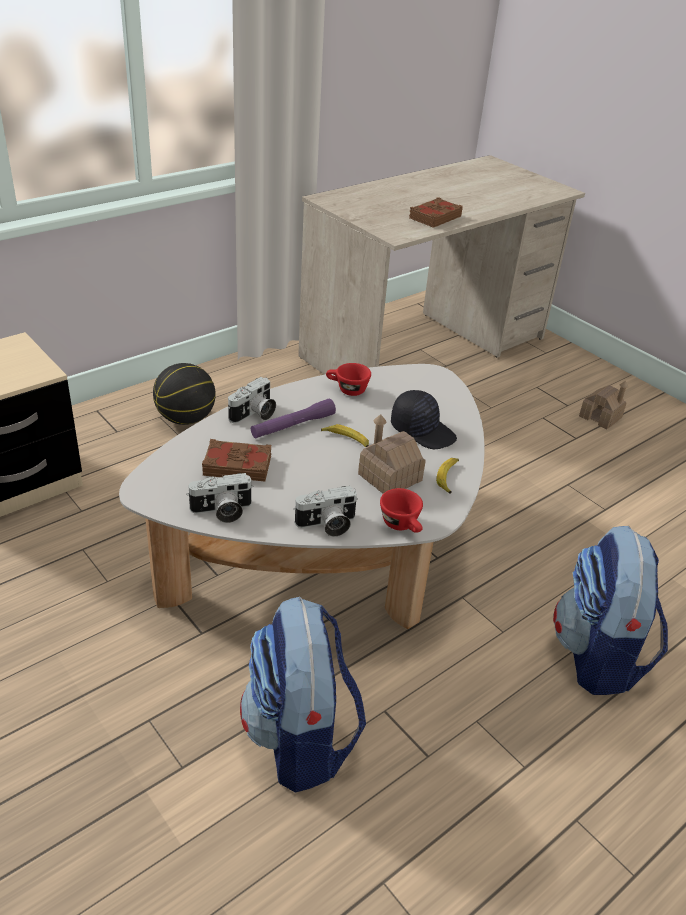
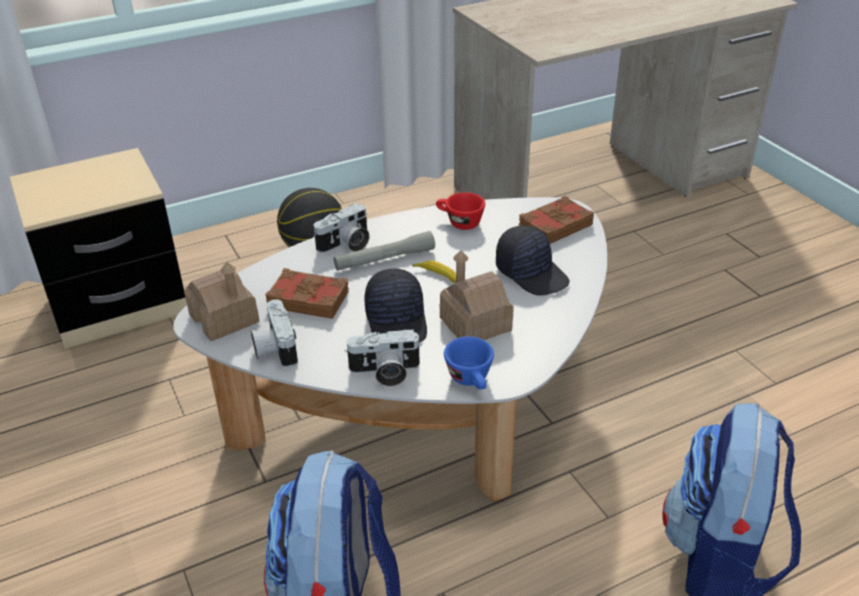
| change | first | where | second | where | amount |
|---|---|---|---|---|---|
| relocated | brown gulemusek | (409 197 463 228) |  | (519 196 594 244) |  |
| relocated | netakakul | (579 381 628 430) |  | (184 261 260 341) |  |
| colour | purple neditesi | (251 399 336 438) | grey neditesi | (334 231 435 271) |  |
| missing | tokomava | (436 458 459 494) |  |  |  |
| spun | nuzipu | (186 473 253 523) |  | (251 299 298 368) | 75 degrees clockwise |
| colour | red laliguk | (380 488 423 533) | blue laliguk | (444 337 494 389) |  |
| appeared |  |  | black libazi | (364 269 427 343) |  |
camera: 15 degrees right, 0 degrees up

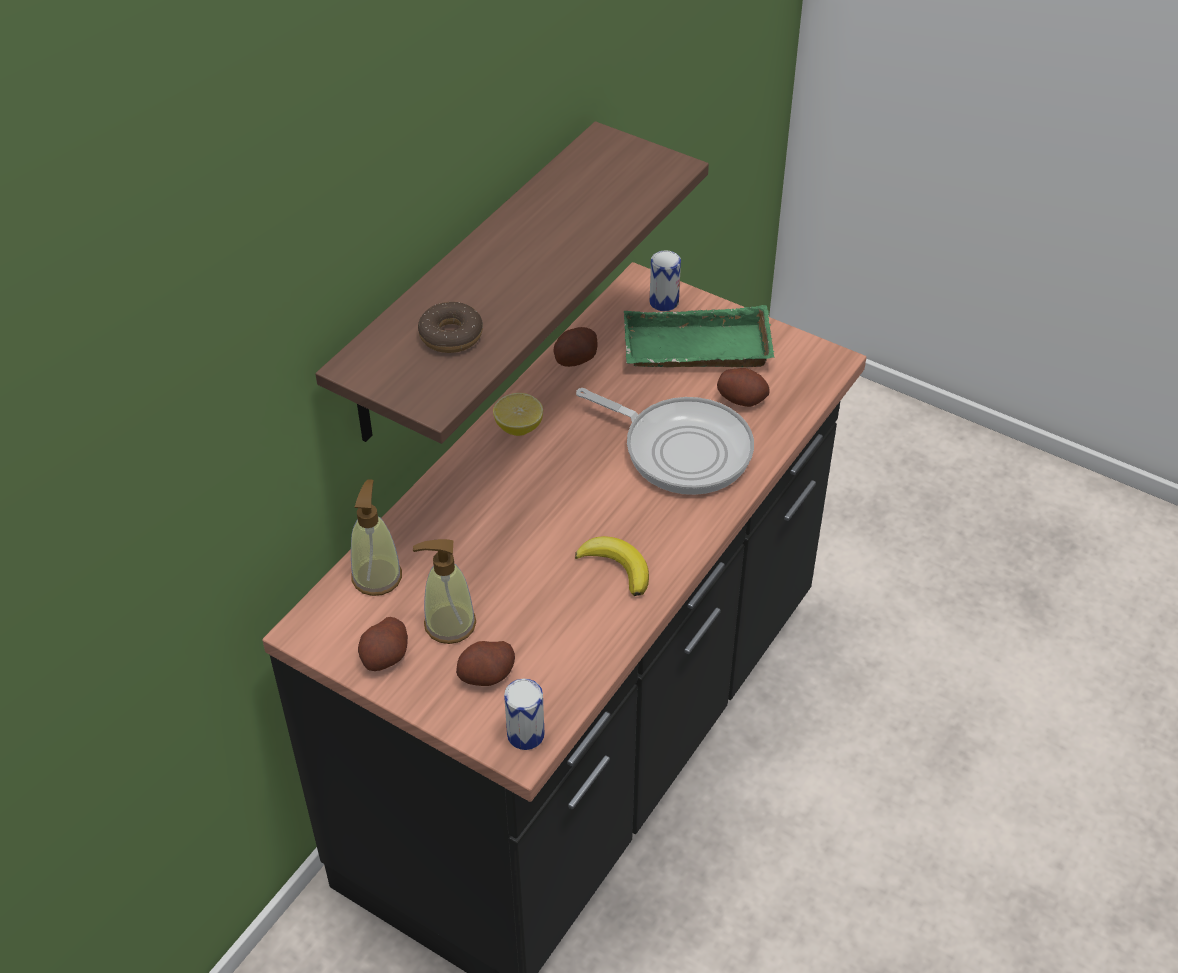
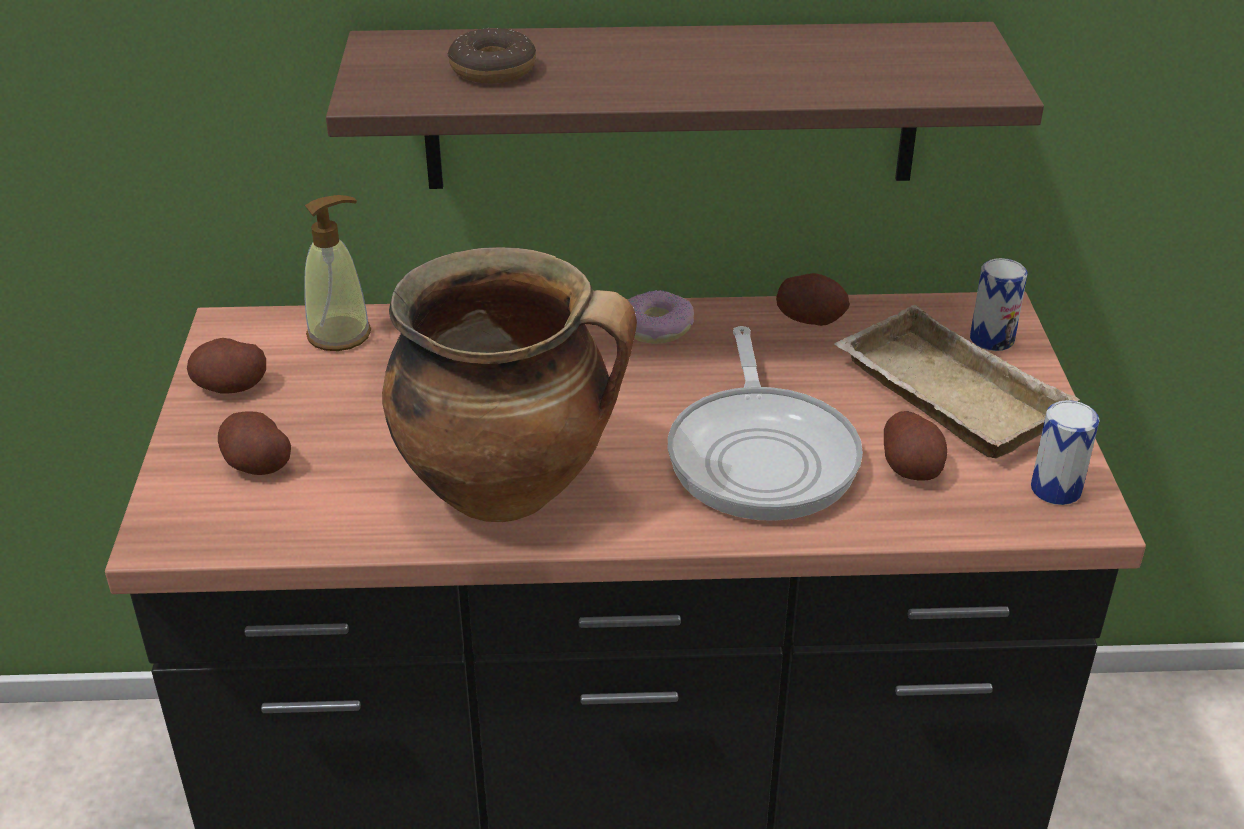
| change | first | where | second | where | amount |
|---|---|---|---|---|---|
| colour | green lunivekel | (624 305 774 367) | beige lunivekel | (834 305 1080 459) |  |
| exchanged | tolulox | (493 393 543 436) | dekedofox | (628 290 694 344) |  |
| exchanged | tokomava | (575 536 649 596) | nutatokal | (382 247 637 522) |  |
| missing | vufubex | (413 539 476 644) |  |  |  |
| relocated | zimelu | (504 679 544 750) |  | (1031 400 1100 505) |  |
camera: 55 degrees right, 10 degrees down

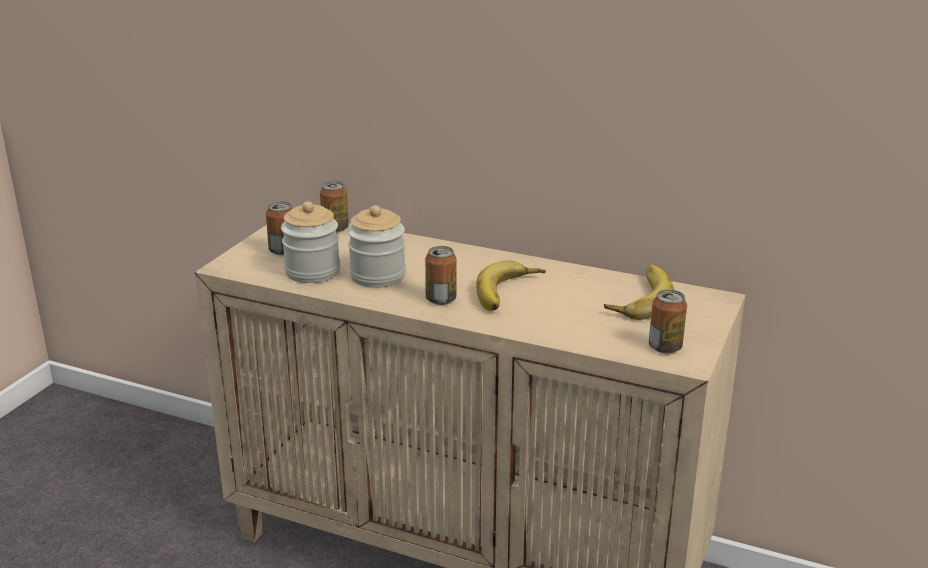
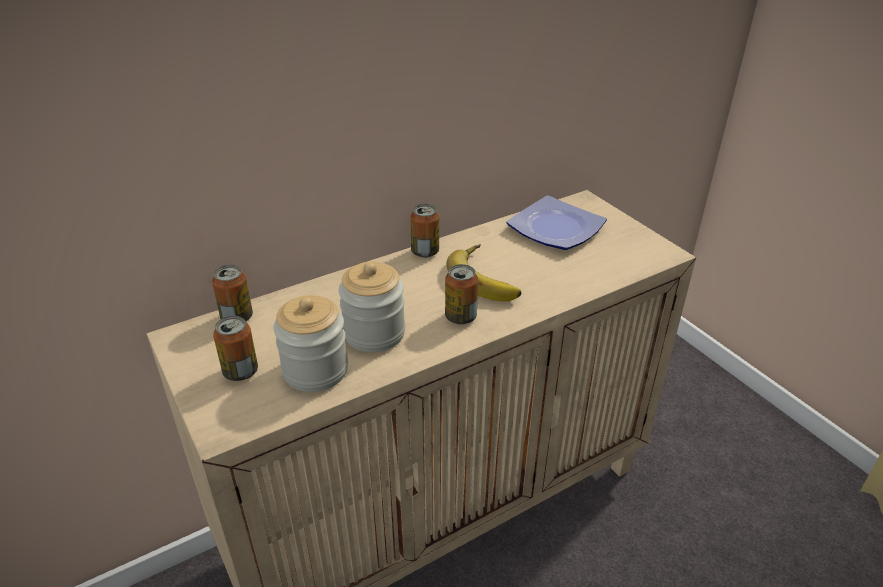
| change | first | where | second | where | amount |
|---|---|---|---|---|---|
| exchanged | tokomava | (604 265 674 320) | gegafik | (506 196 607 250) |  |
| relocated | zimelu | (649 289 687 354) |  | (410 204 439 258) |  |
camera: 55 degrees left, 10 degrees up

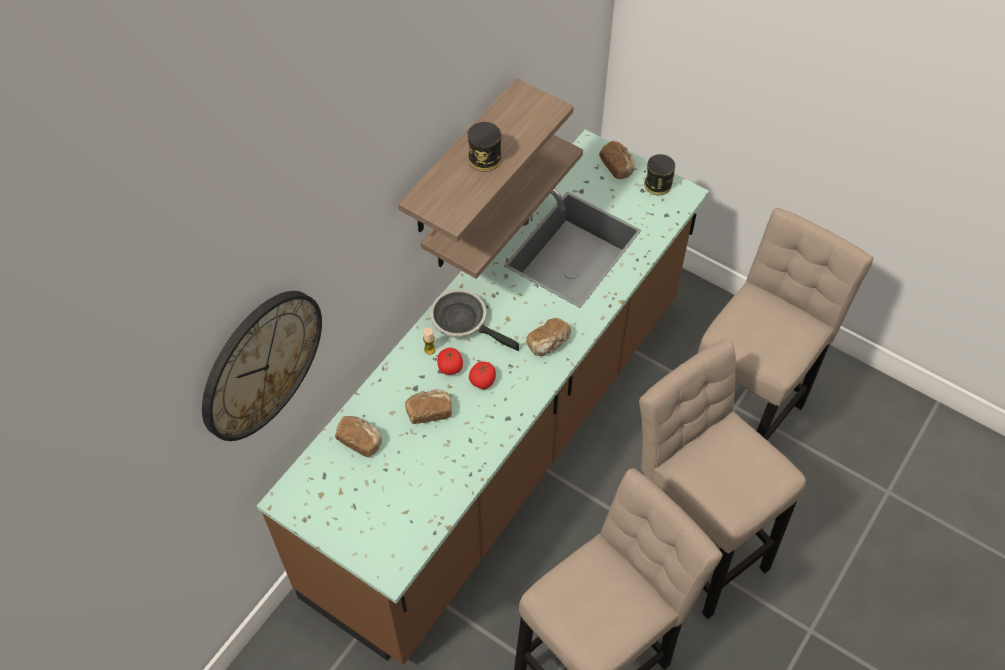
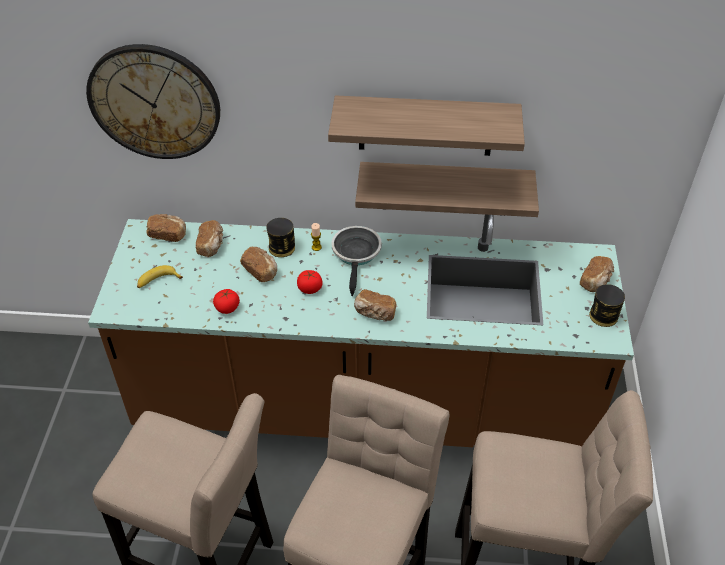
| change | first | where | second | where | amount |
|---|---|---|---|---|---|
| relocated | zimelu | (468 122 501 172) |  | (266 218 295 257) |  |
| relocated | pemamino | (437 348 463 375) |  | (213 289 240 314) |  |
| appeared |  |  | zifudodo | (146 214 186 242) |  |
| appeared |  |  | tokomava | (137 265 183 288) |  |
camera: 60 degrees right, 10 degrees down

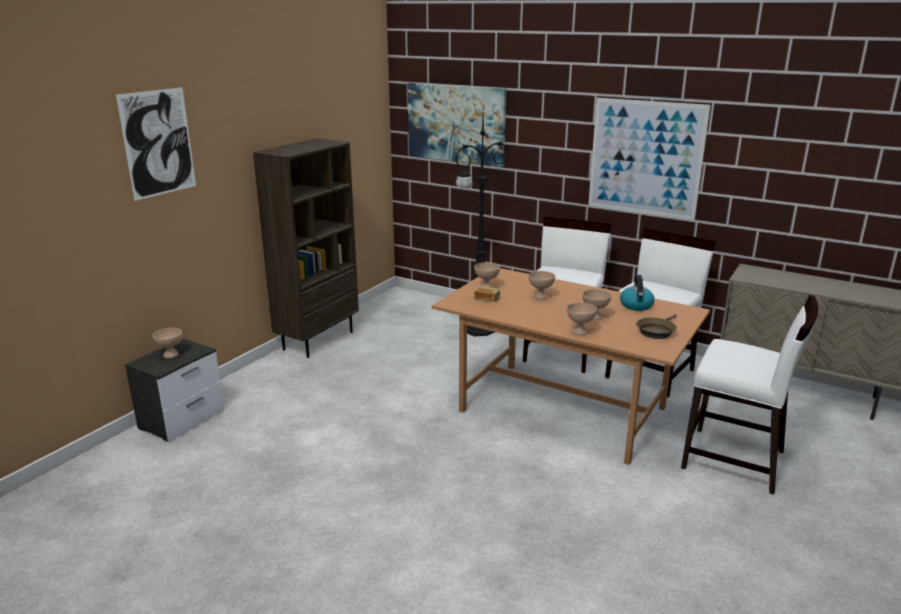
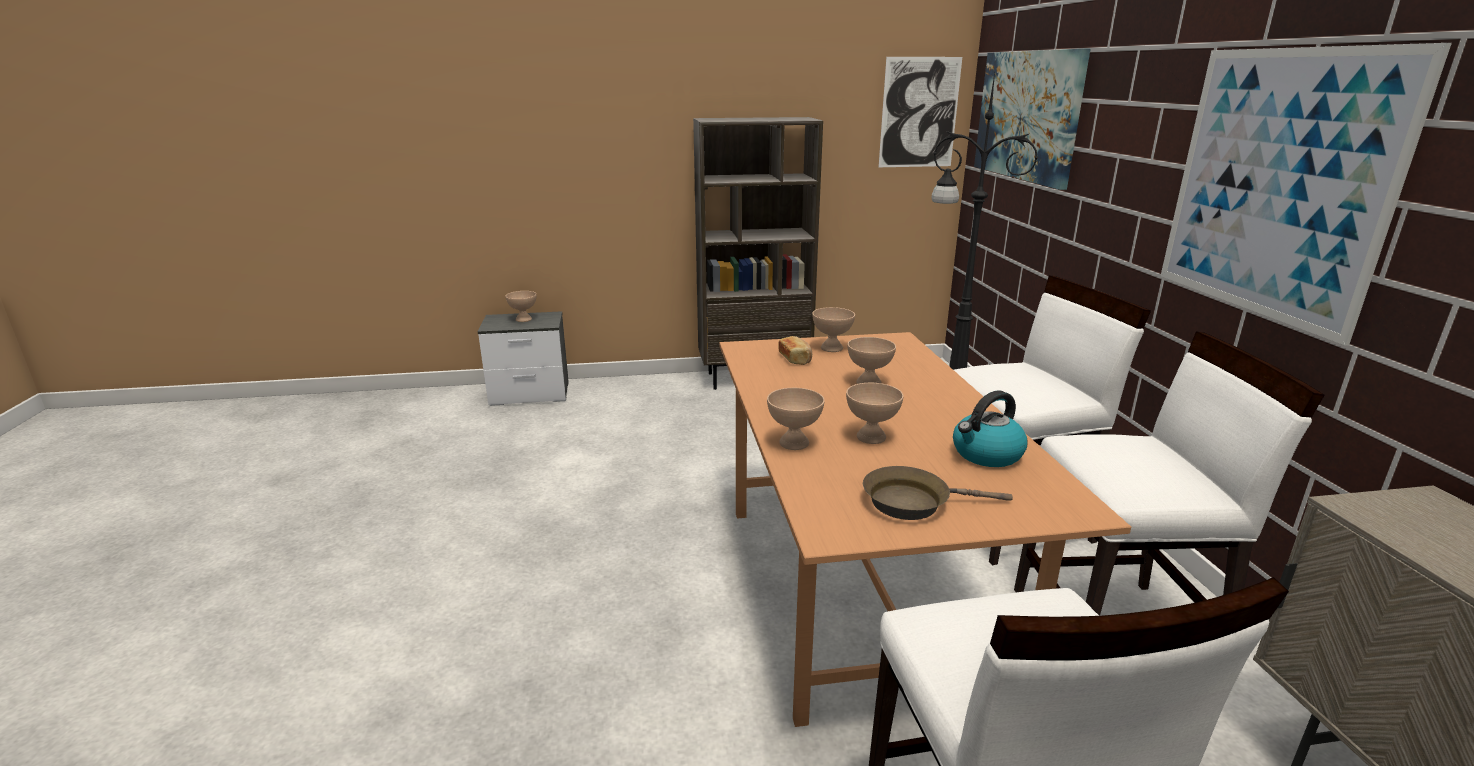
| change | first | where | second | where | amount |
|---|---|---|---|---|---|
| relocated | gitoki | (116 87 196 201) |  | (879 57 962 167) |  |
camera: 50 degrees right, 0 degrees up

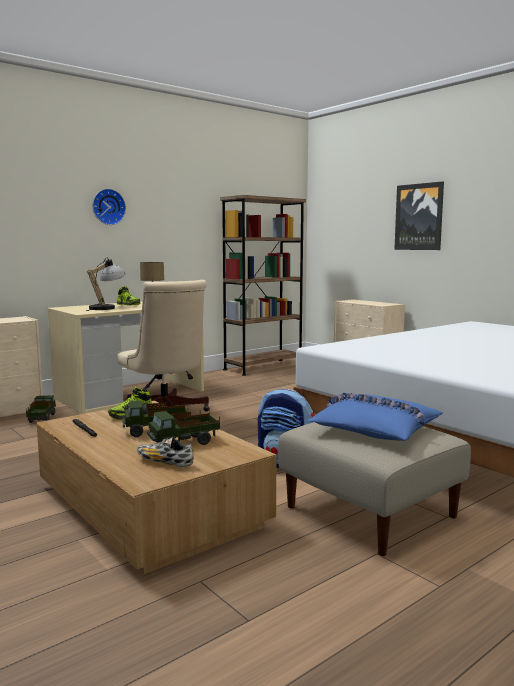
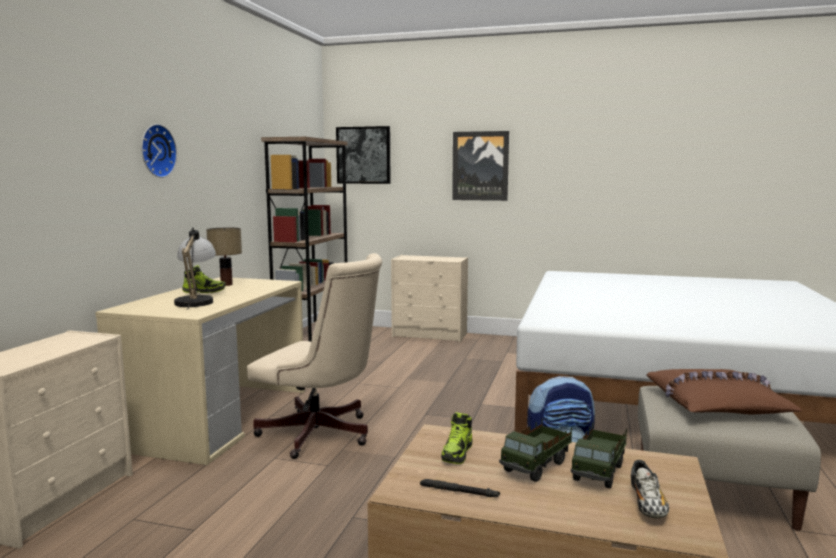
| change | first | where | second | where | amount |
|---|---|---|---|---|---|
| colour | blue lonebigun | (308 393 443 441) | brown lonebigun | (647 369 802 414) |  |
| missing | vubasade | (26 395 56 423) |  |  |  |
| spun | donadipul | (137 437 194 467) |  | (631 460 669 518) | 75 degrees counterclockwise |
| appeared |  |  | gitoki | (336 126 391 184) |  |
camera: 35 degrees left, 0 degrees up

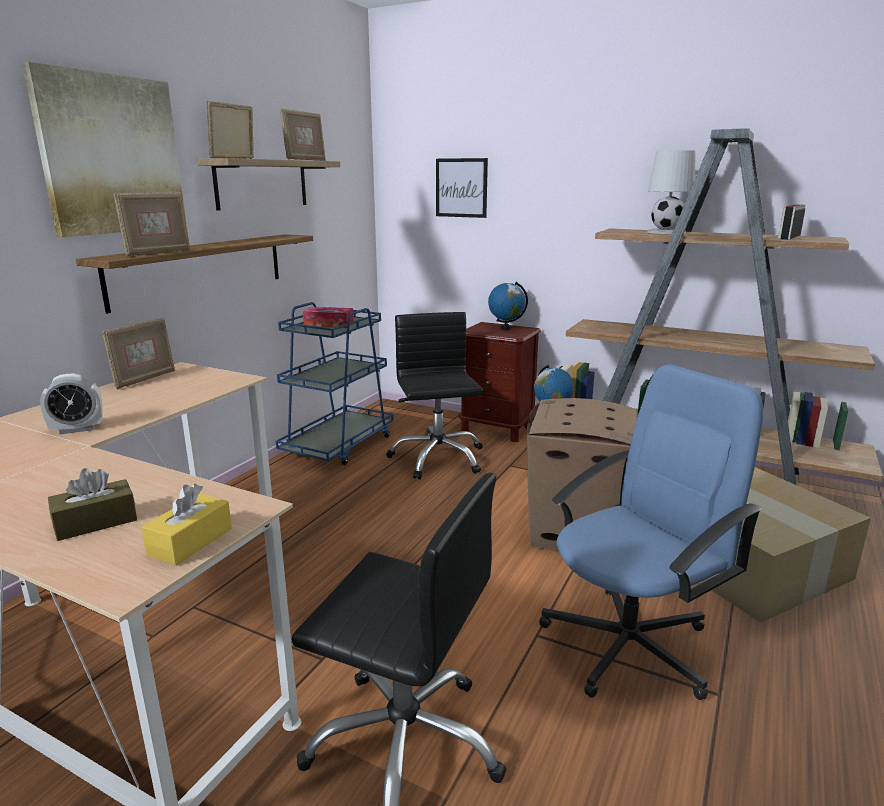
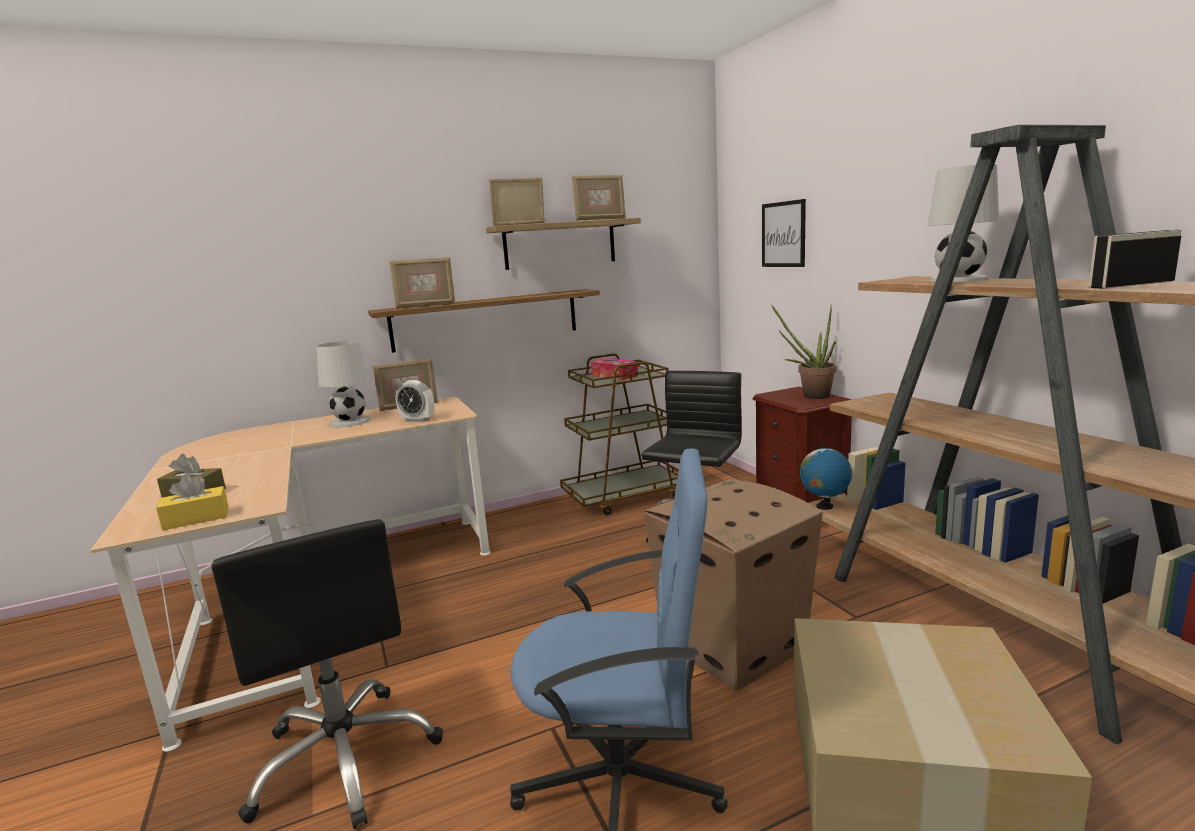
| change | first | where | second | where | amount |
|---|---|---|---|---|---|
| missing | gitoki | (22 62 187 237) |  |  |  |
| exchanged | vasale | (488 282 528 330) | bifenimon | (771 304 837 399) |  |
| colour | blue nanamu | (276 302 394 465) | brown nanamu | (560 353 679 516) |  |
| relocated | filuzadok | (40 373 103 434) |  | (396 380 434 422) |  |
| appeared |  |  | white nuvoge | (316 341 371 427) |  |
camera: 40 degrees right, 5 degrees down

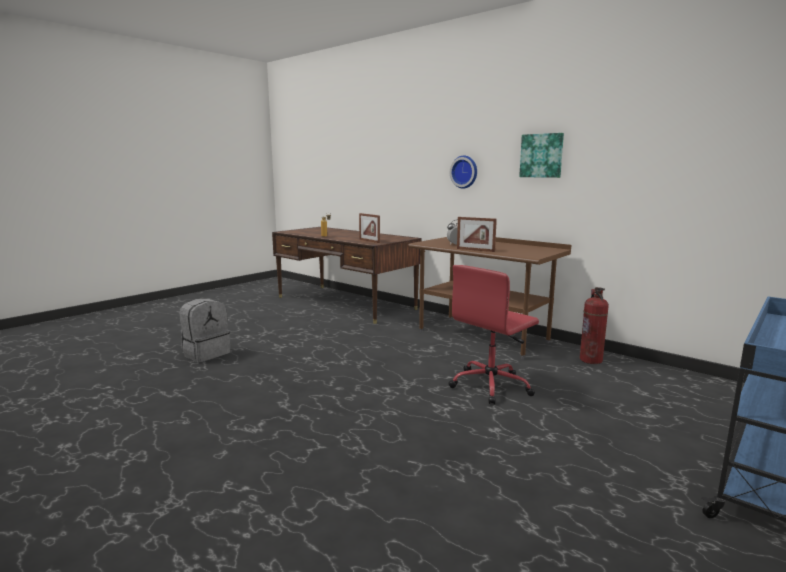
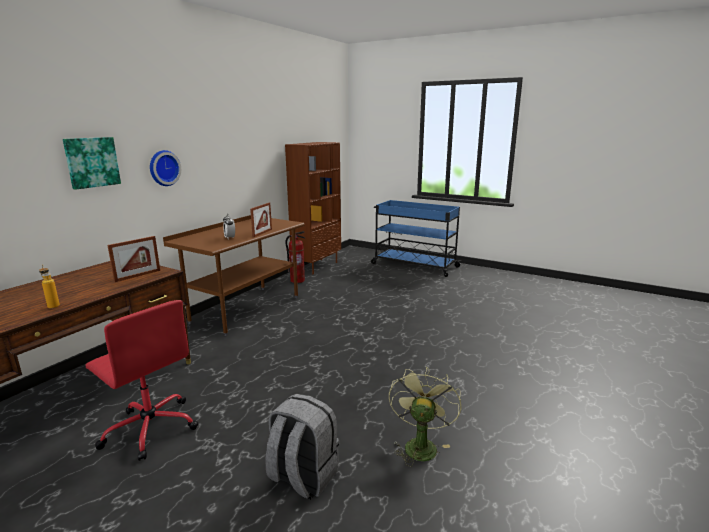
| change | first | where | second | where | amount |
|---|---|---|---|---|---|
| relocated | gitoki | (519 133 564 178) |  | (63 137 121 190) |  |
| relocated | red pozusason | (448 265 539 404) |  | (86 300 198 461) |  |
| appeared |  |  | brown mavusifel | (285 142 341 275) |  |
| appeared |  |  | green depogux | (389 368 461 467) |  |
camera: 100 degrees left, 5 degrees up

